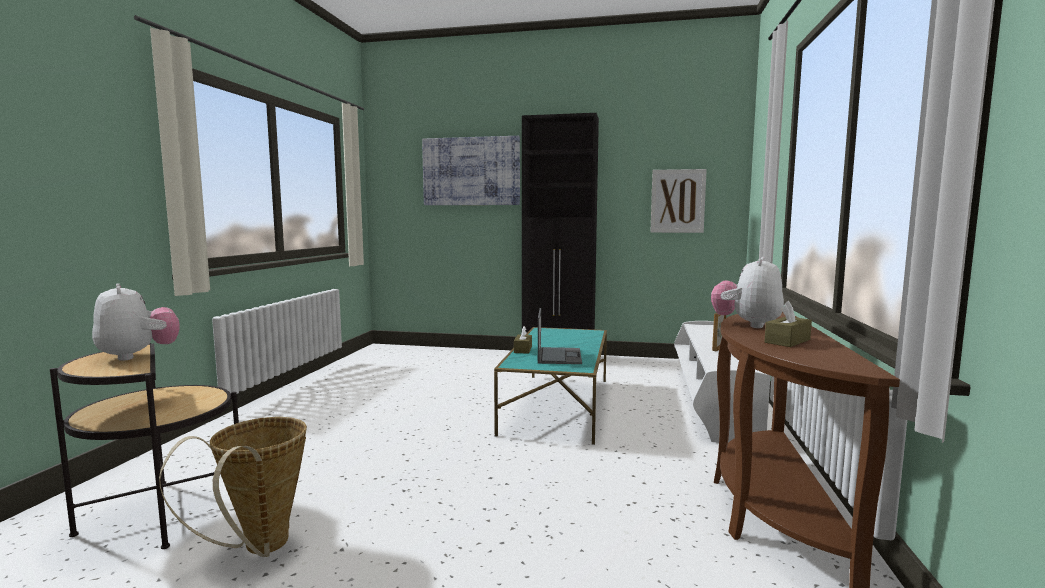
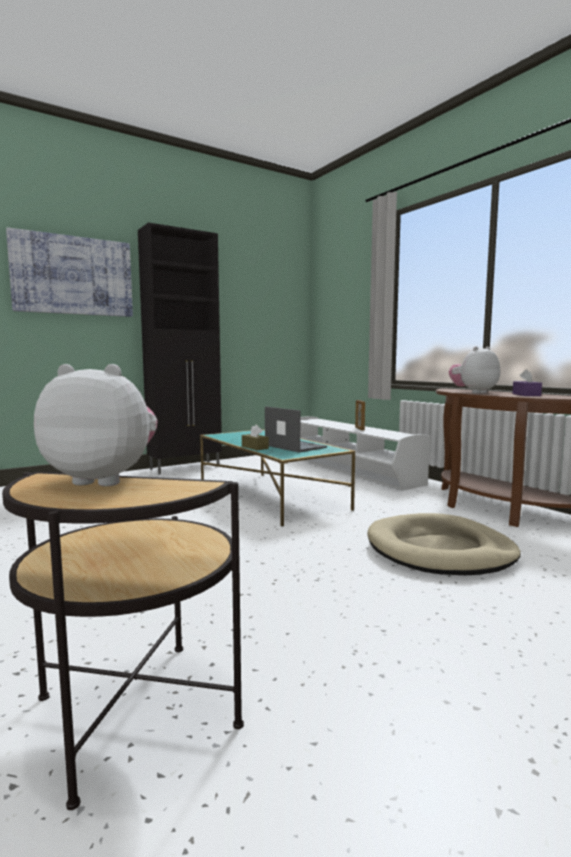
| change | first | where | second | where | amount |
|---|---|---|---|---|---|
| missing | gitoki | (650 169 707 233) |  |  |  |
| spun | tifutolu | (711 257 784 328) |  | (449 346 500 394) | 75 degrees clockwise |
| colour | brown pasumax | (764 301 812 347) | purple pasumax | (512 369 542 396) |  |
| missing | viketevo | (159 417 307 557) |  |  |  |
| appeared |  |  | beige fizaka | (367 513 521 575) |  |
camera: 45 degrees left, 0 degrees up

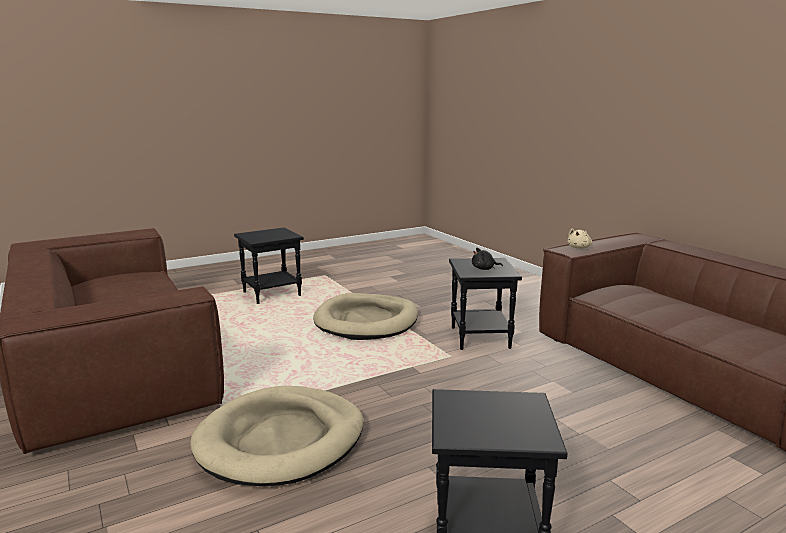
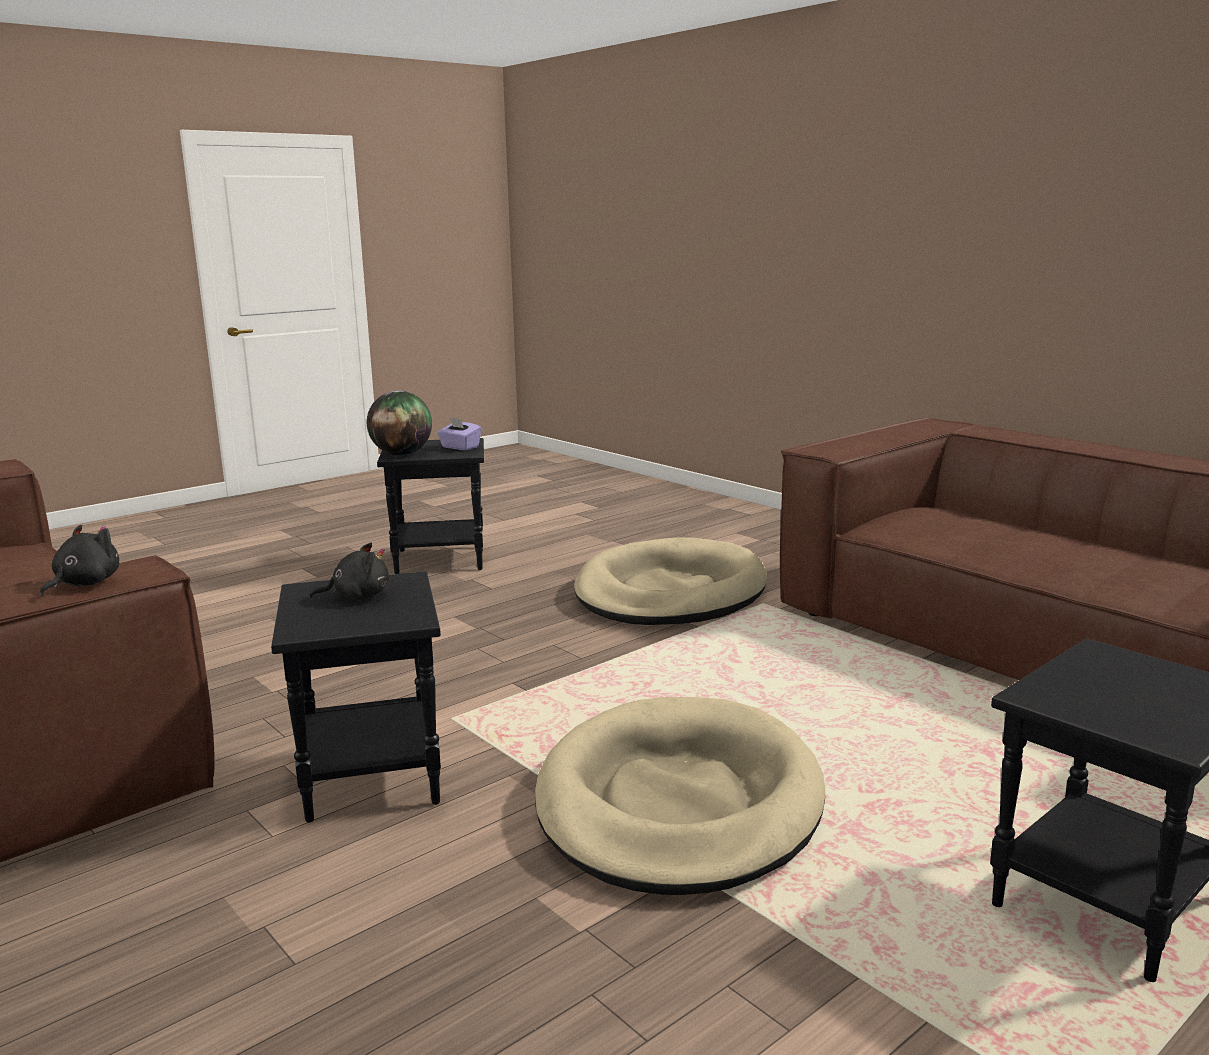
| change | first | where | second | where | amount |
|---|---|---|---|---|---|
| colour | beige tifutolu | (568 229 592 249) | black tifutolu | (40 525 119 596) |  |
| appeared |  |  | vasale | (367 391 432 455) |  |
| appeared |  |  | purple pasumax | (437 417 481 450) |  |
camera: 170 degrees right, 0 degrees up

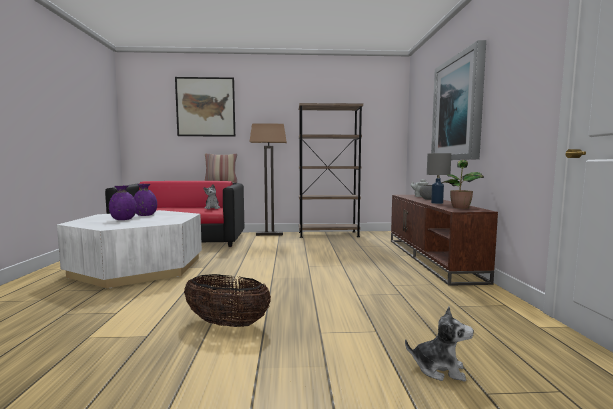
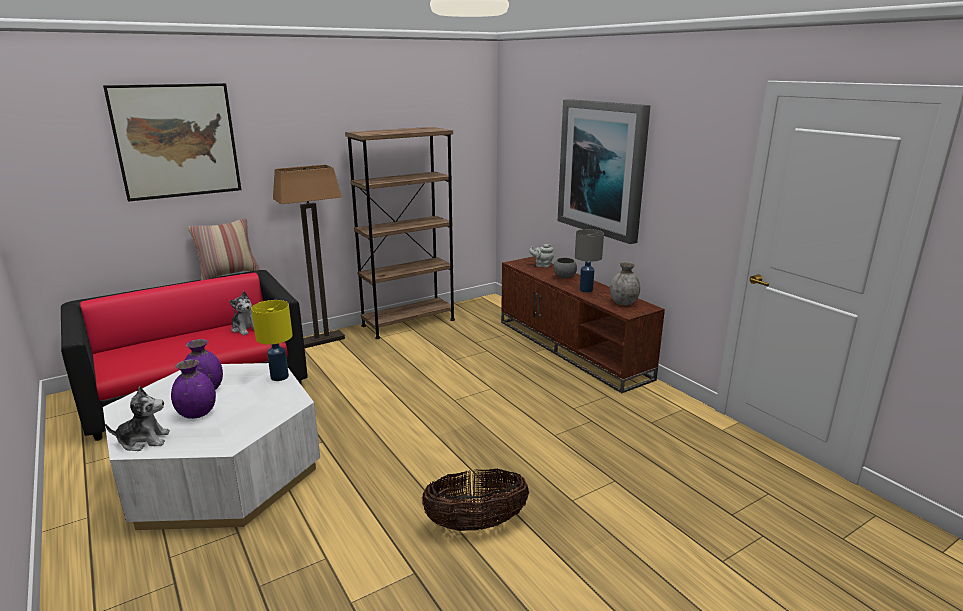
| change | first | where | second | where | amount |
|---|---|---|---|---|---|
| exchanged | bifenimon | (442 160 484 209) | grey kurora | (610 262 640 305) |  |
| relocated | tifutolu | (405 307 474 381) |  | (105 386 170 451) |  |
| appeared |  |  | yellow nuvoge | (251 300 293 381) |  |
camera: 30 degrees left, 15 degrees up

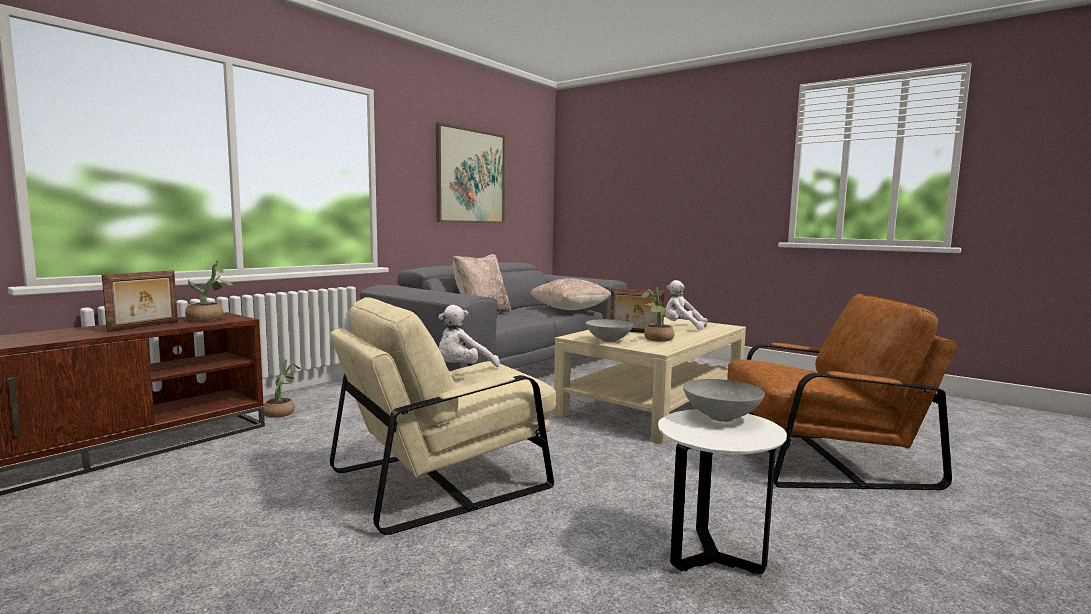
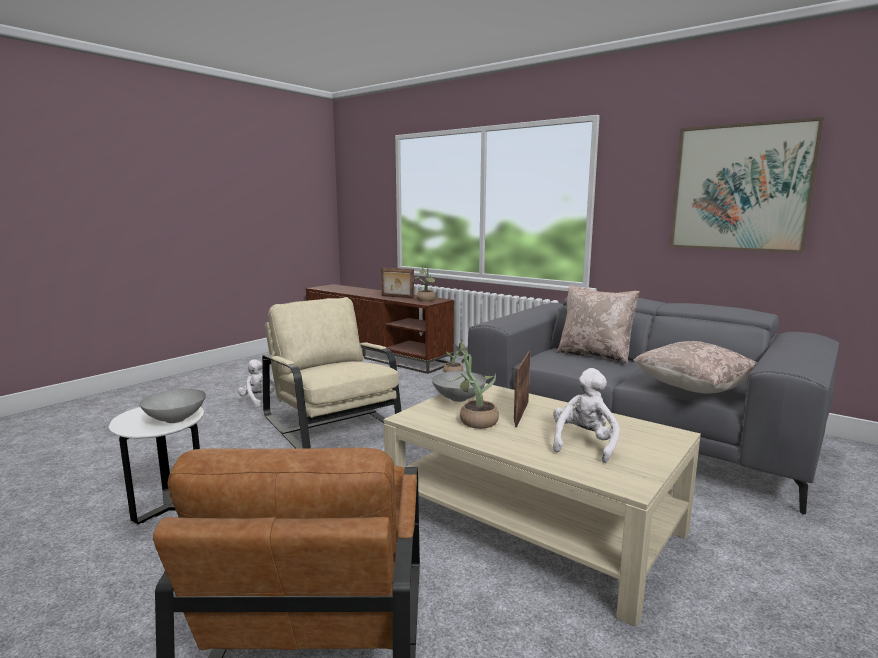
| change | first | where | second | where | amount |
|---|---|---|---|---|---|
| relocated | white tifutolu | (438 305 500 367) |  | (238 359 282 407) |  |
camera: 90 degrees right, 5 degrees up

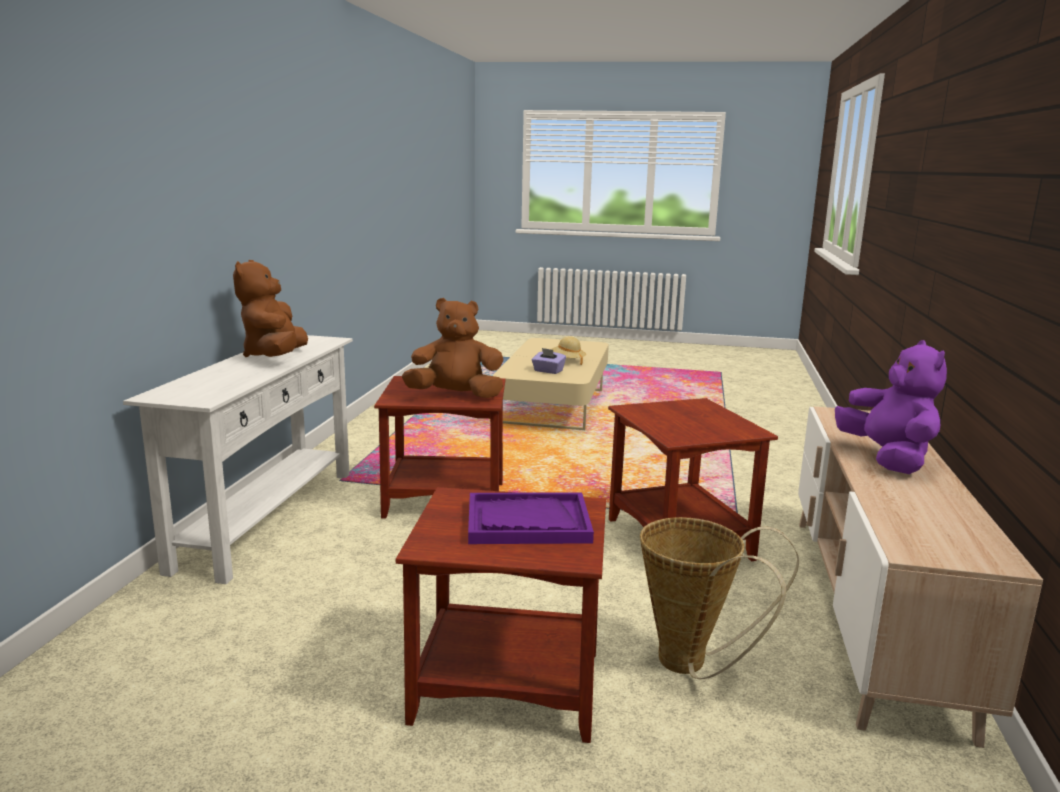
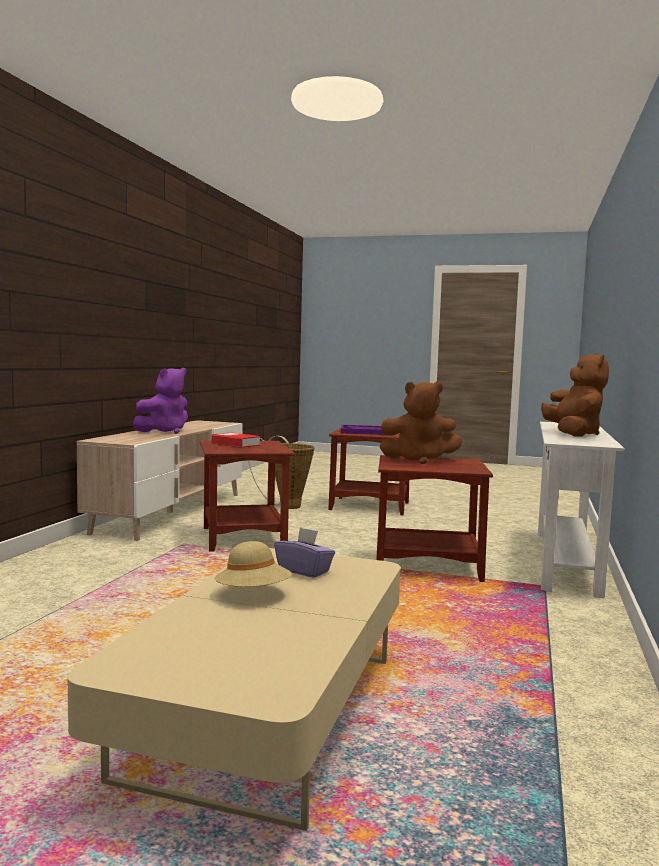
| change | first | where | second | where | amount |
|---|---|---|---|---|---|
| spun | purple tifutolu | (835 340 947 474) |  | (133 368 188 434) | 135 degrees counterclockwise |
| appeared |  |  | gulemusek | (212 432 260 448) |  |
camera: 175 degrees left, 10 degrees down

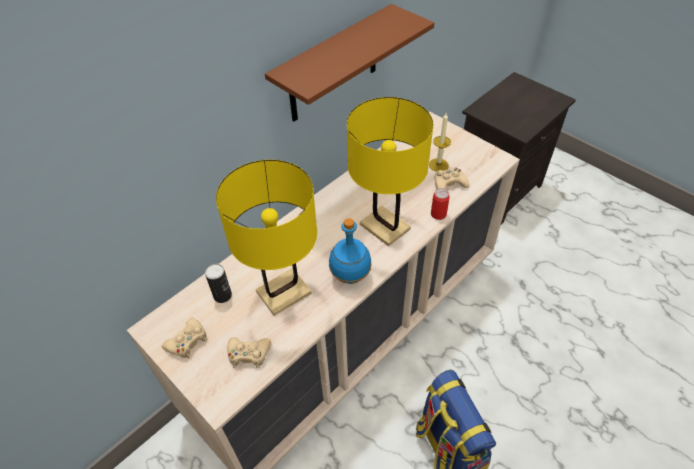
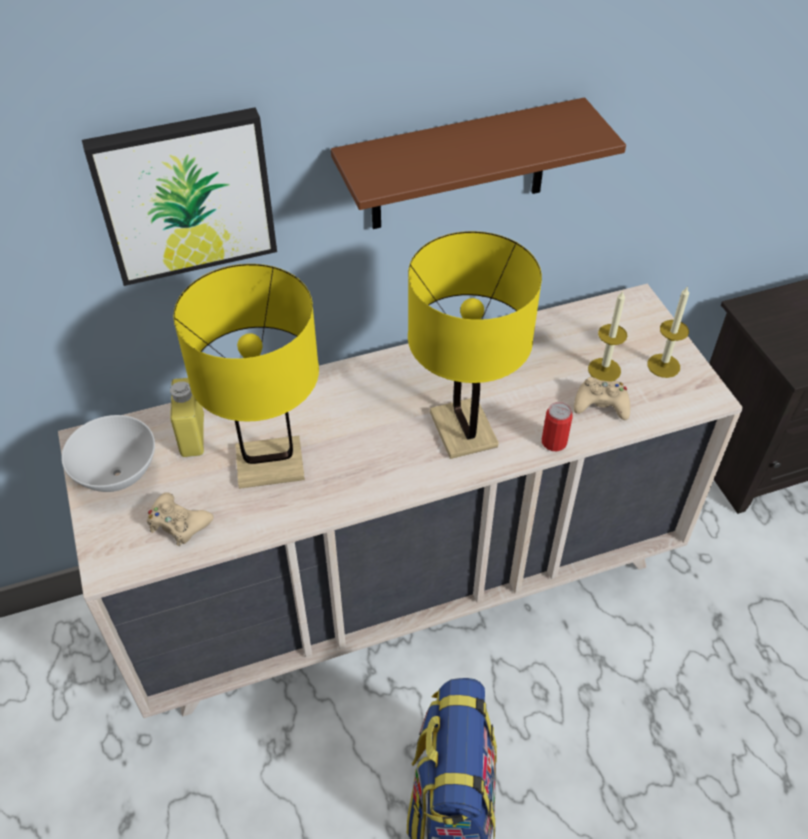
| change | first | where | second | where | amount |
|---|---|---|---|---|---|
| missing | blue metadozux | (329 218 372 284) |  |  |  |
| exchanged | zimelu | (205 264 232 303) | yellow metadozux | (170 378 204 457) |  |
| exchanged | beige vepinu | (162 318 207 358) | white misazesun | (61 415 155 492) |  |
| appeared |  |  | gitoki | (82 107 277 286) |  |
| appeared |  |  | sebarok | (647 286 689 378) |  |
camera: 25 degrees right, 0 degrees up

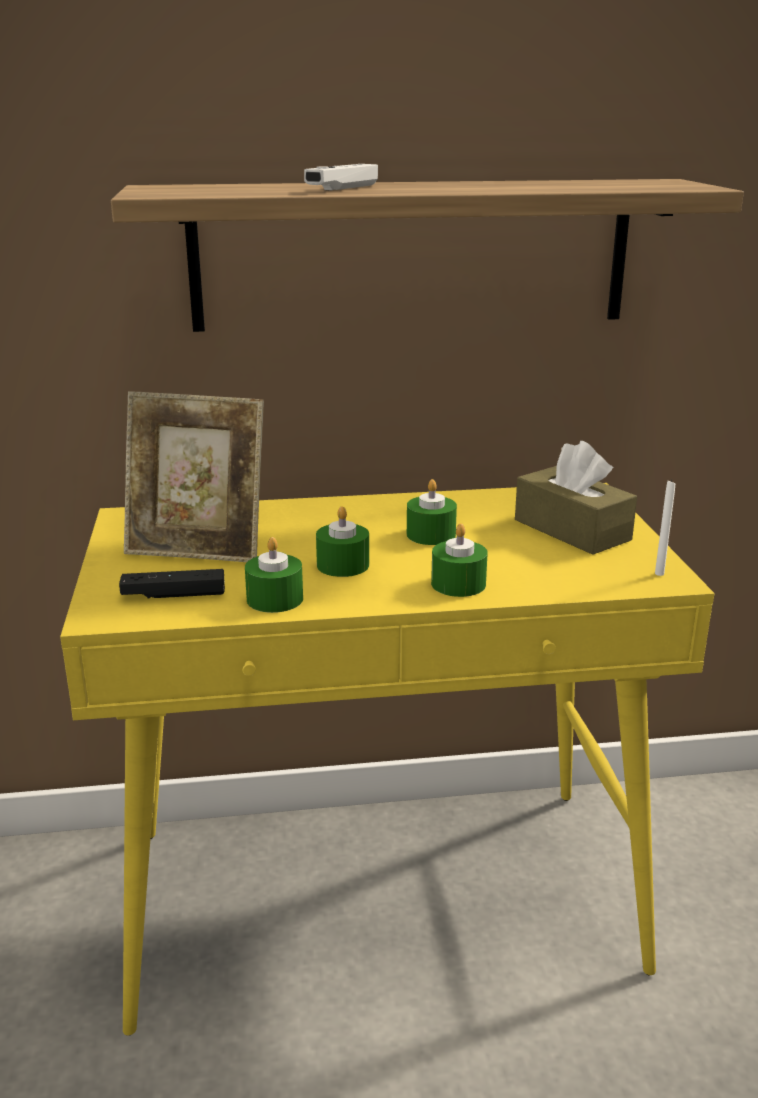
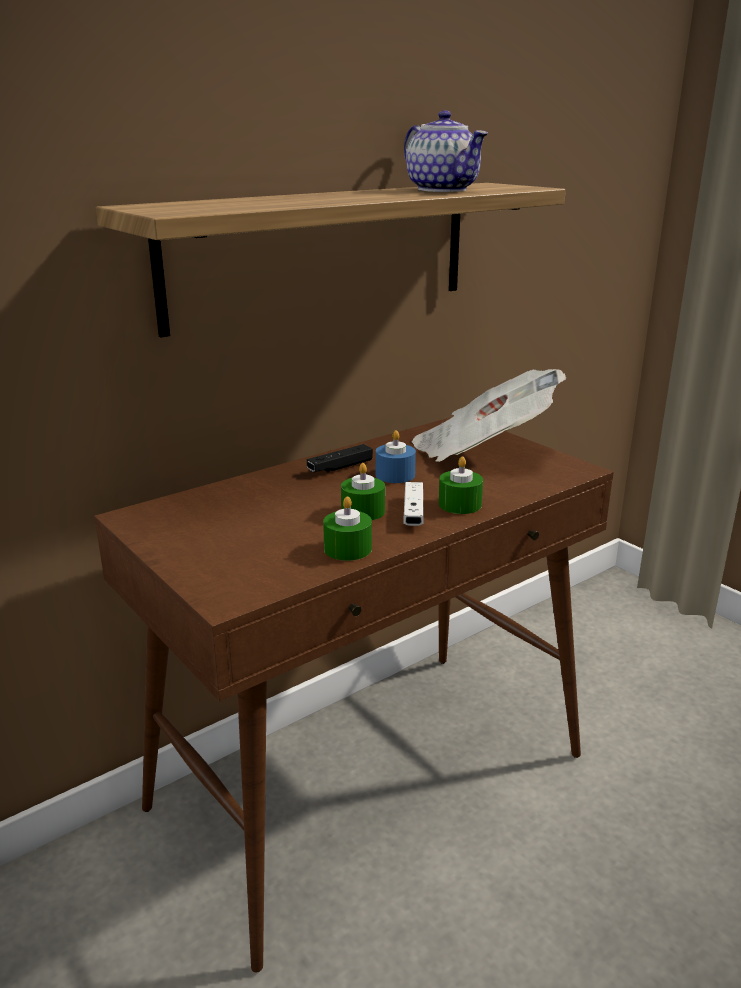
| change | first | where | second | where | amount |
|---|---|---|---|---|---|
| relocated | white vepinu | (304 164 378 191) |  | (403 482 424 526) |  |
| missing | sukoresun | (124 391 264 562) |  |  |  |
| exchanged | brown pasumax | (515 441 637 555) | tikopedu | (412 369 566 462) |  |
| colour | green sebarok | (407 479 457 545) | blue sebarok | (376 430 416 483) |  |
| missing | white sebarok | (655 479 675 576) |  |  |  |
| colour | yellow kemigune | (60 483 715 1035) | brown kemigune | (94 416 614 973) |  |
| relocated | black vepinu | (119 569 225 599) |  | (307 444 373 472) |  |
| appeared |  |  | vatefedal | (404 111 488 192) |  |
camera: 30 degrees left, 0 degrees up

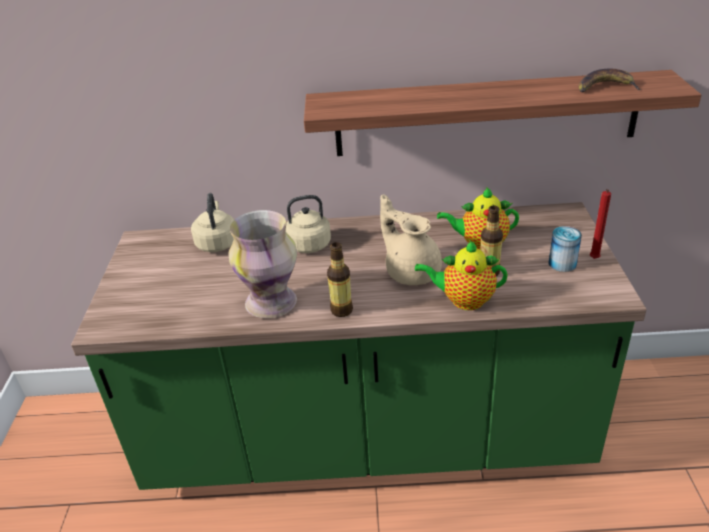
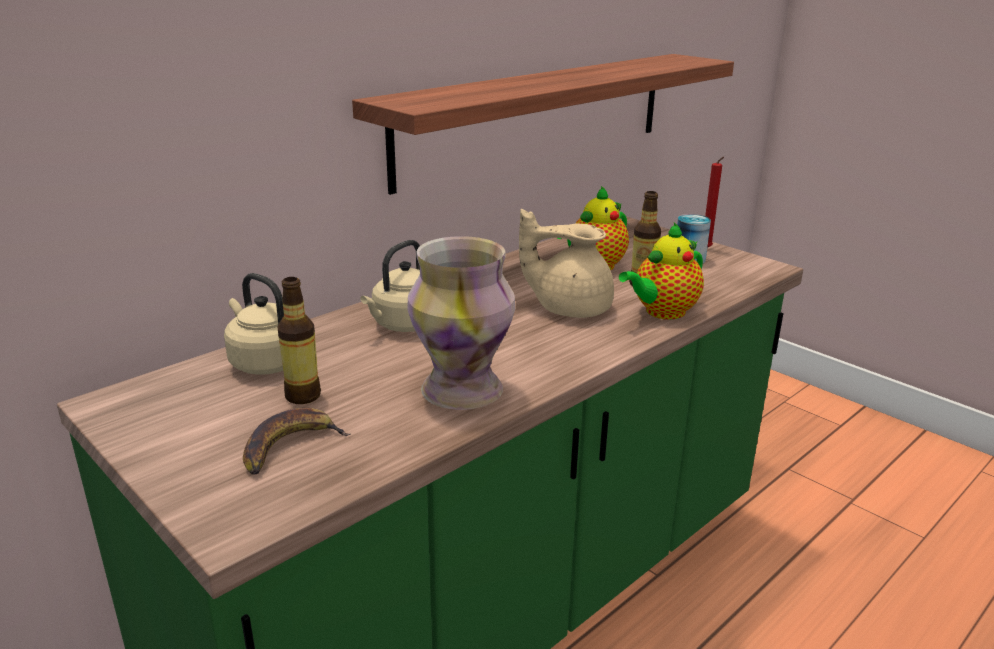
| change | first | where | second | where | amount |
|---|---|---|---|---|---|
| relocated | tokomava | (579 69 642 92) |  | (243 408 350 475) |  |
| relocated | metadozux | (327 242 353 317) |  | (277 277 321 404) |  |
camera: 45 degrees left, 10 degrees down

